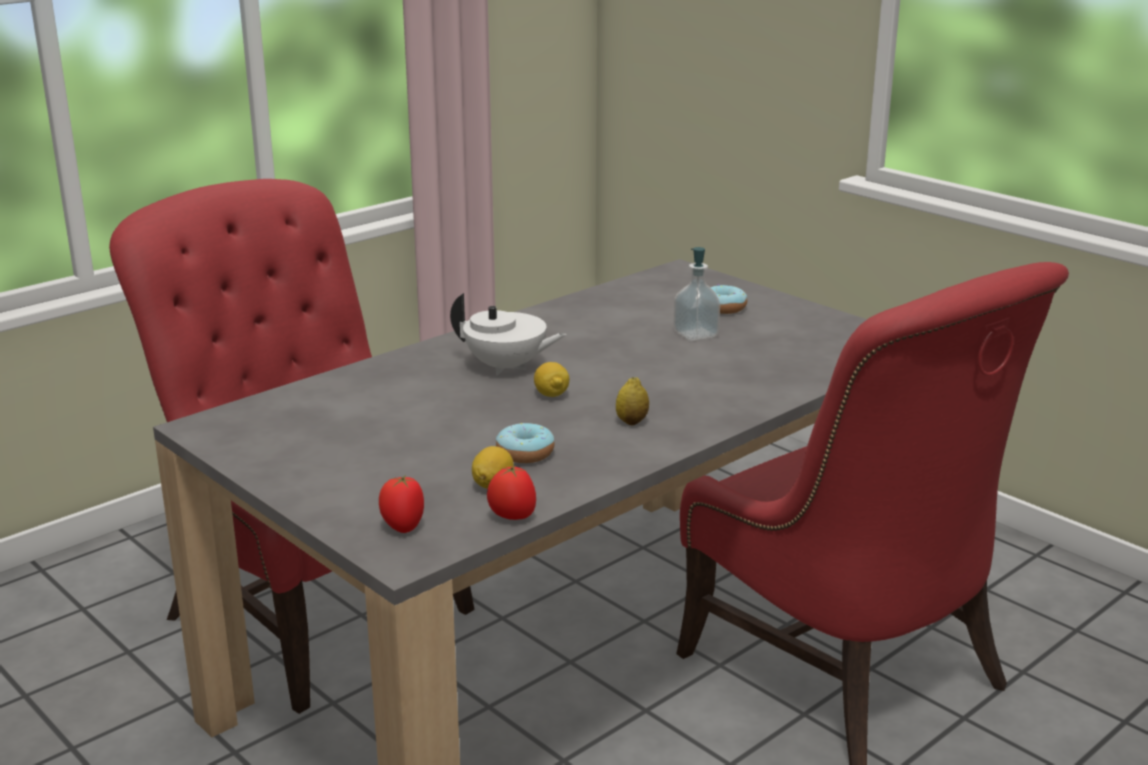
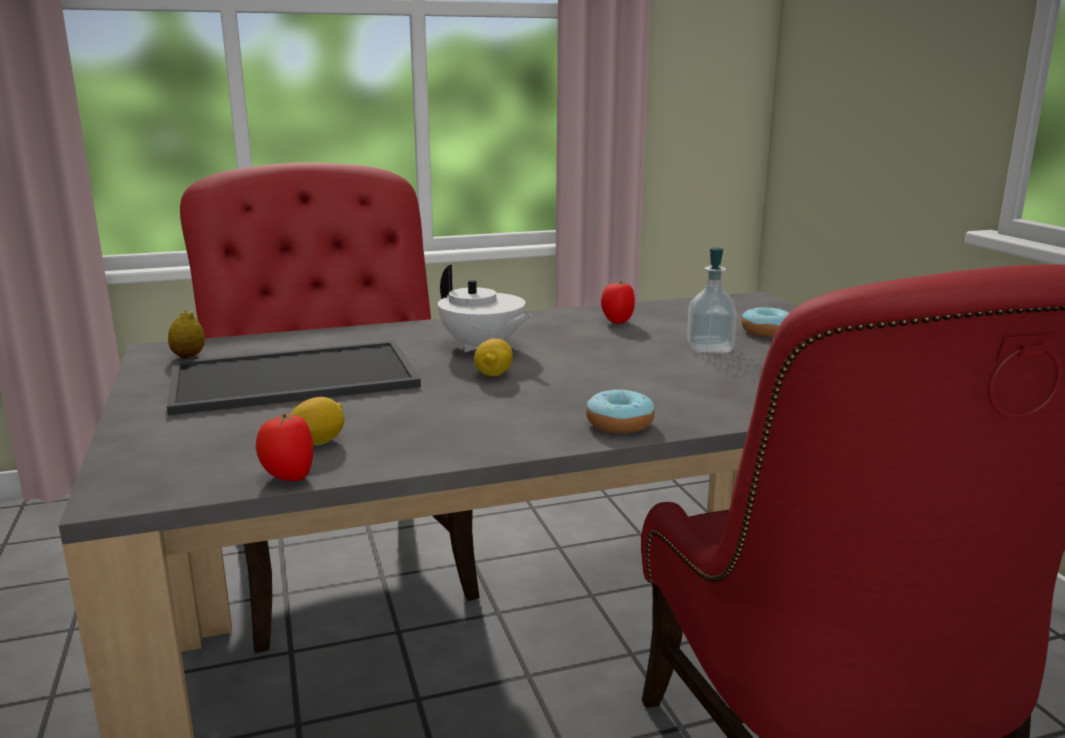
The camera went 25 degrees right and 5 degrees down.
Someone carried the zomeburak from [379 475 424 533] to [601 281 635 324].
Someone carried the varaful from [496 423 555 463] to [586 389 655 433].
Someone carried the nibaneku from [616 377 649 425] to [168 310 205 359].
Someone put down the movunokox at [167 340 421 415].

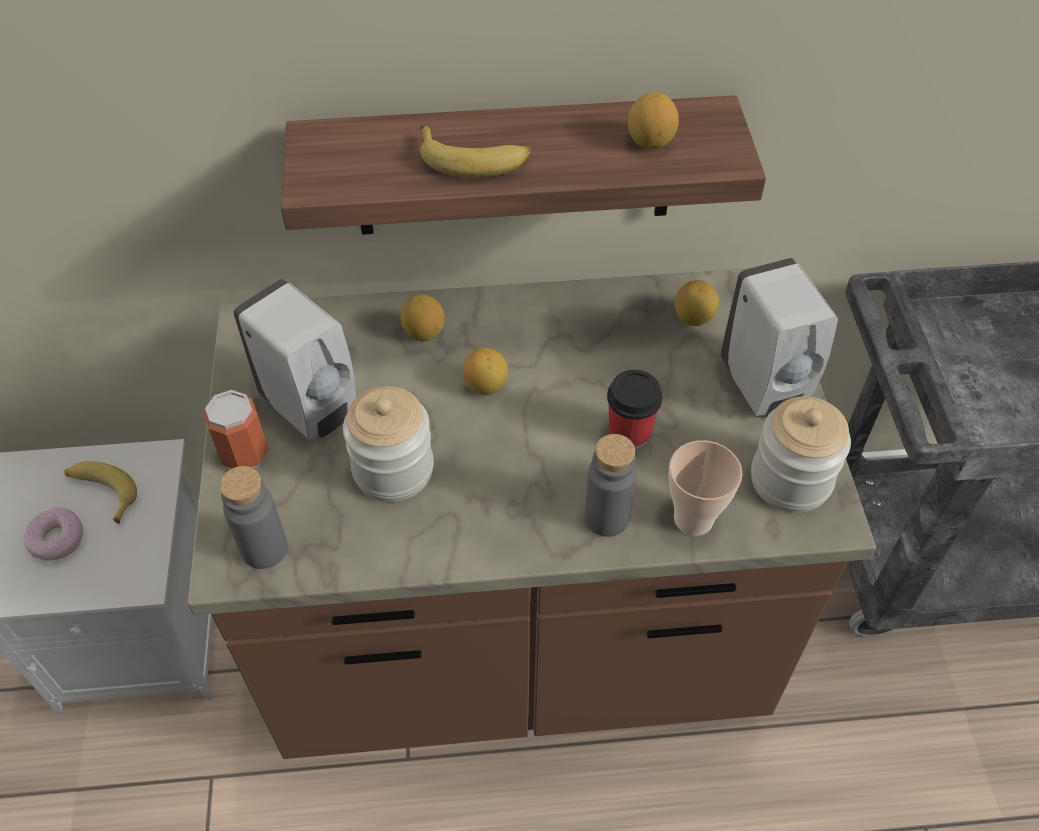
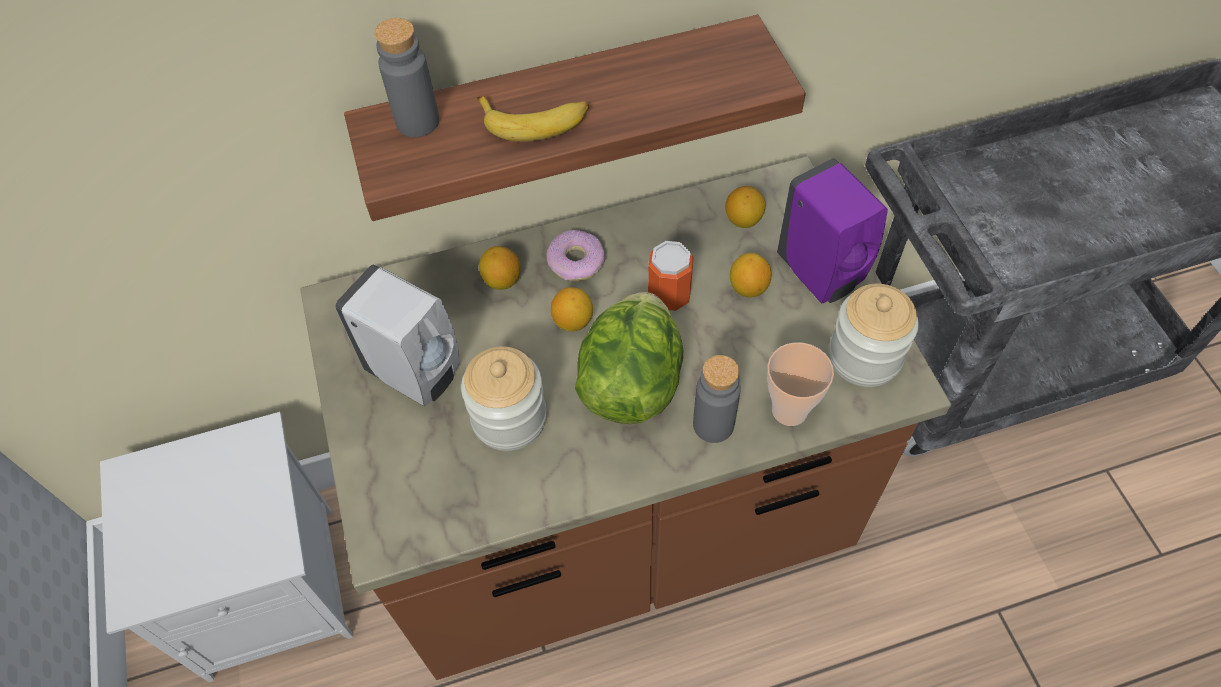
The camera went 10 degrees left and 5 degrees up.
Someone carried the varaful from [24 507 83 560] to [547 230 605 281].
Someone took away the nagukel at [64 461 137 524].
Someone carried the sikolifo from [204 390 269 468] to [648 241 694 312].
Someone carried the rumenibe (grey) from [219 466 288 569] to [375 18 439 137].
Someone took away the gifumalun at [607 370 662 450].
Someone carried the nibaneku from [628 92 679 149] to [730 253 772 298].
Someone repainted the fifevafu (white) at [720 258 838 418], which became the fifevafu (purple) at [777 158 888 303].
Someone put down the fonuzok at [575 292 683 424].

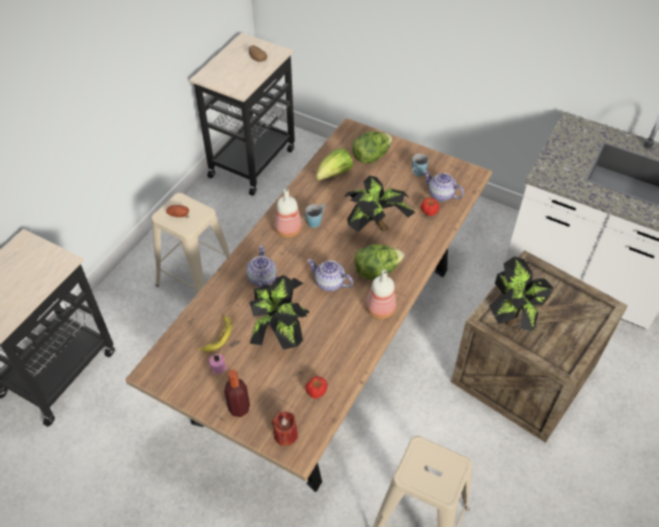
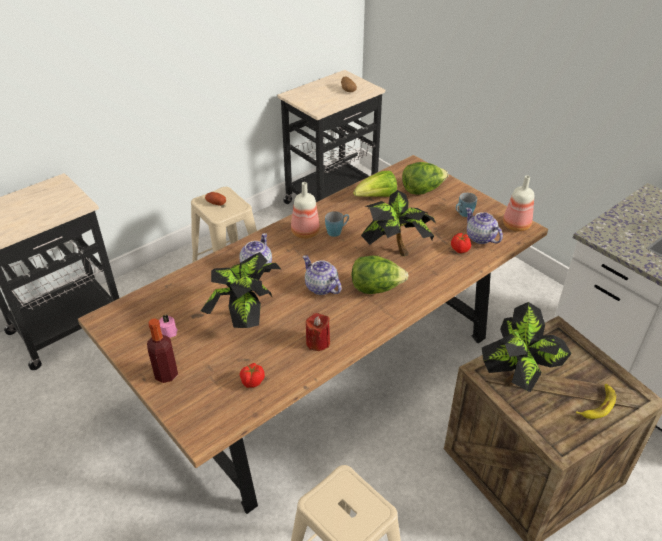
The camera went 20 degrees right and 10 degrees down.
Someone carried the nagukel from [198 315 232 352] to [576 384 616 419].
Someone carried the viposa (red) from [272 412 298 446] to [306 313 330 351].
Someone carried the rumenibe from [366 270 396 319] to [503 175 534 232].

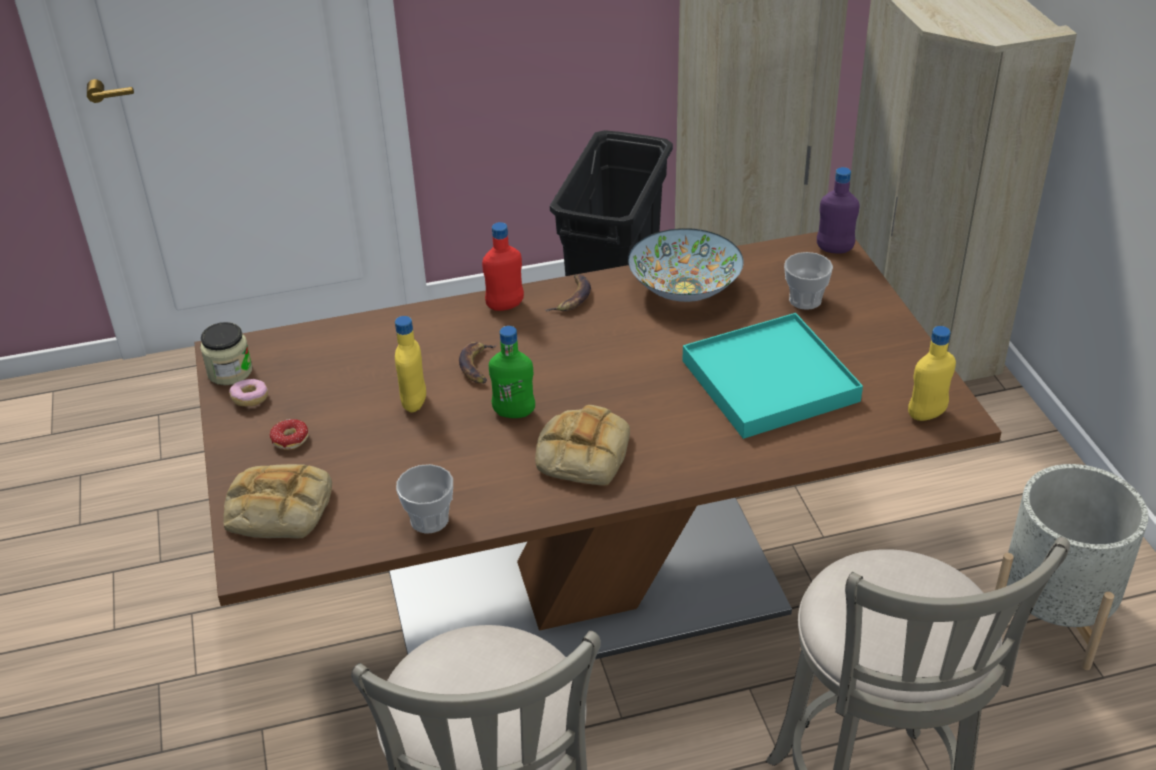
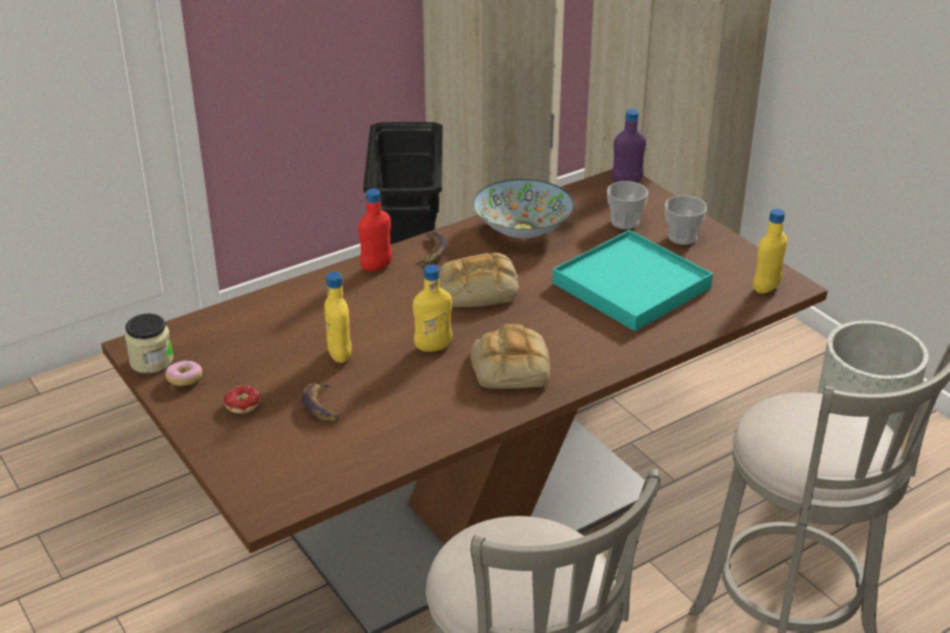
The camera went 20 degrees left and 5 degrees down.
Someone carried the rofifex from [223 464 332 538] to [439 253 519 307].
Someone carried the gifumalun from [396 464 453 534] to [665 196 707 245].
Someone carried the nagukel from [459 342 497 383] to [302 383 339 422].
Someone repainted the rumenibe (green) at [489 326 535 418], which became the rumenibe (yellow) at [413 264 452 352].

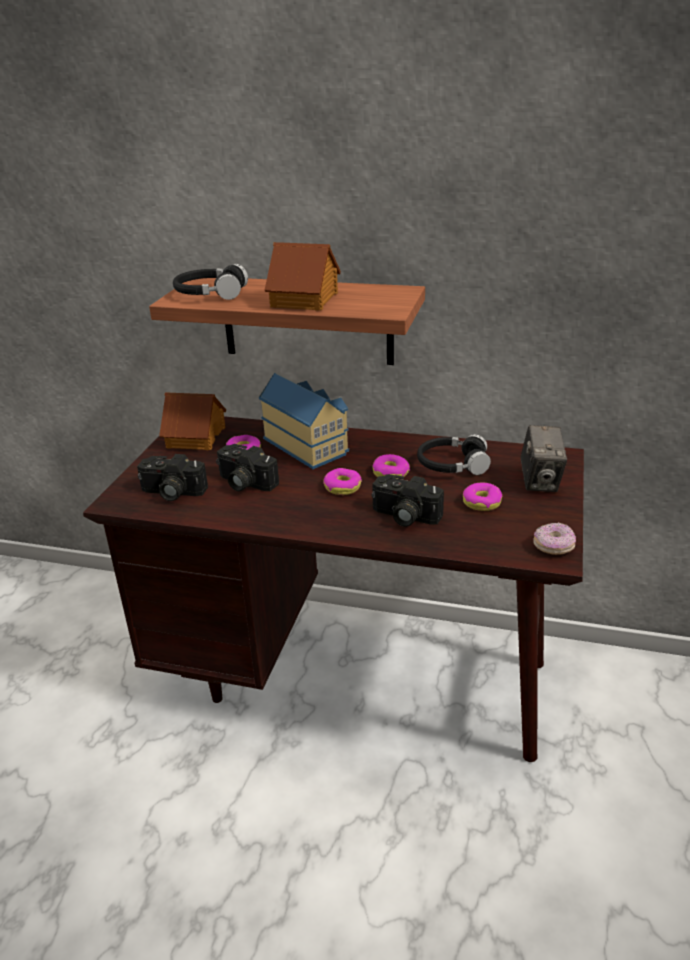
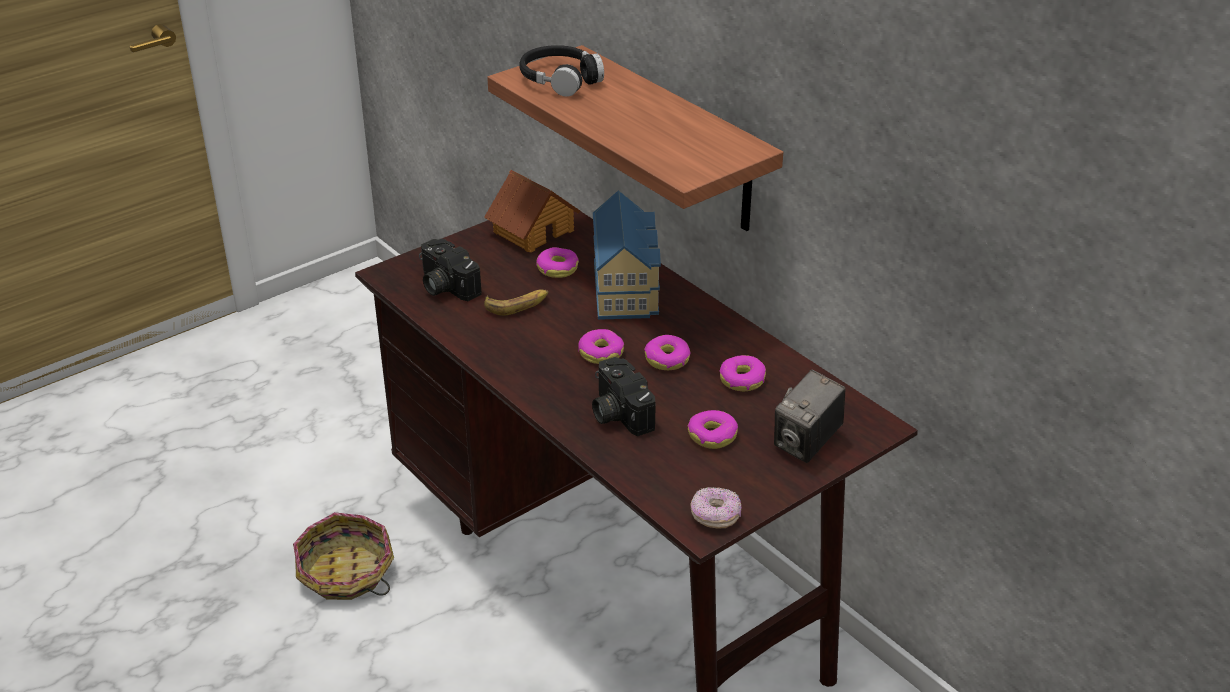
The camera went 35 degrees right and 5 degrees up.
Someone swapped the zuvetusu at [216 444 279 491] for the nagukel at [484 290 548 316].
Someone took away the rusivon at [265 242 341 311].
Someone swapped the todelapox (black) at [417 434 491 475] for the varaful at [720 355 766 391].
Someone put down the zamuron at [293 512 394 600].

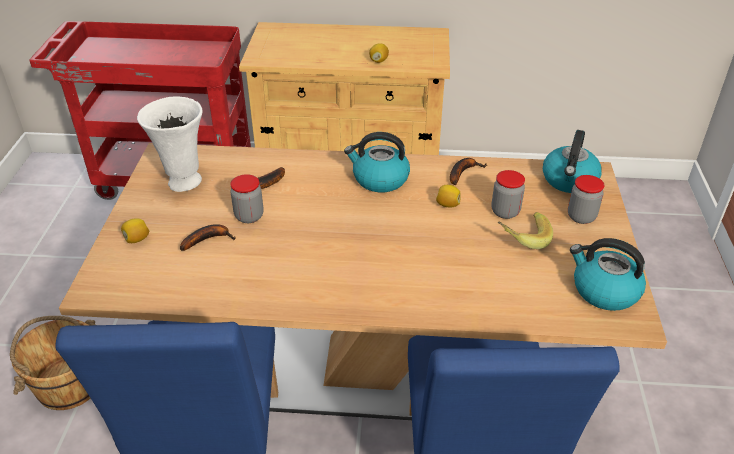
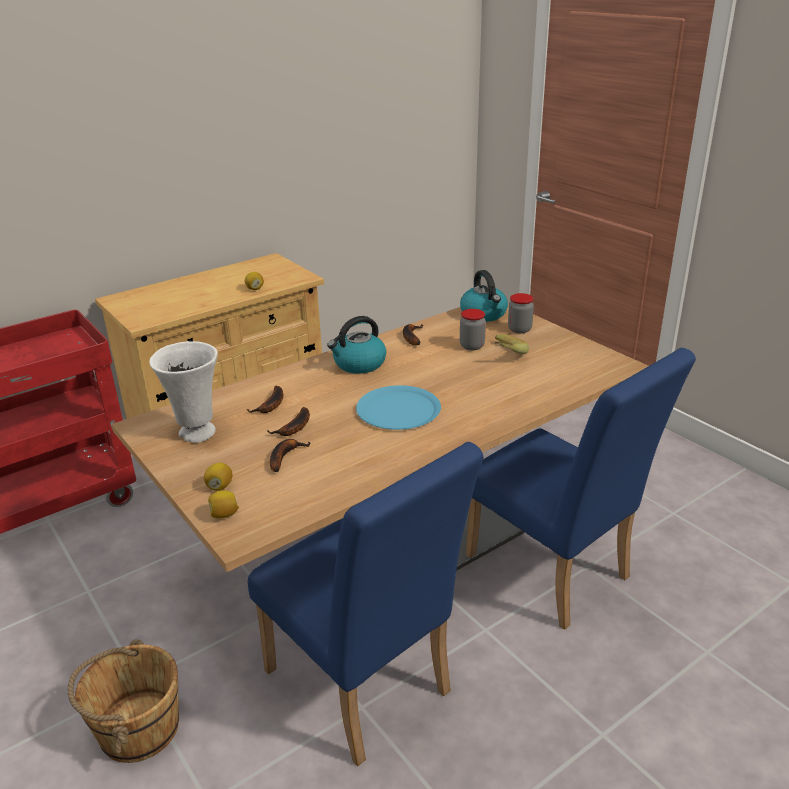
The camera went 40 degrees left and 10 degrees down.
Someone swapped the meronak at [230 174 264 223] for the nagukel at [267 407 310 436].
Someone carried the nibaneku from [436 185 461 207] to [208 490 239 519].
Someone took away the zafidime at [570 238 646 311].
Someone put down the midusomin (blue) at [356 385 441 430].

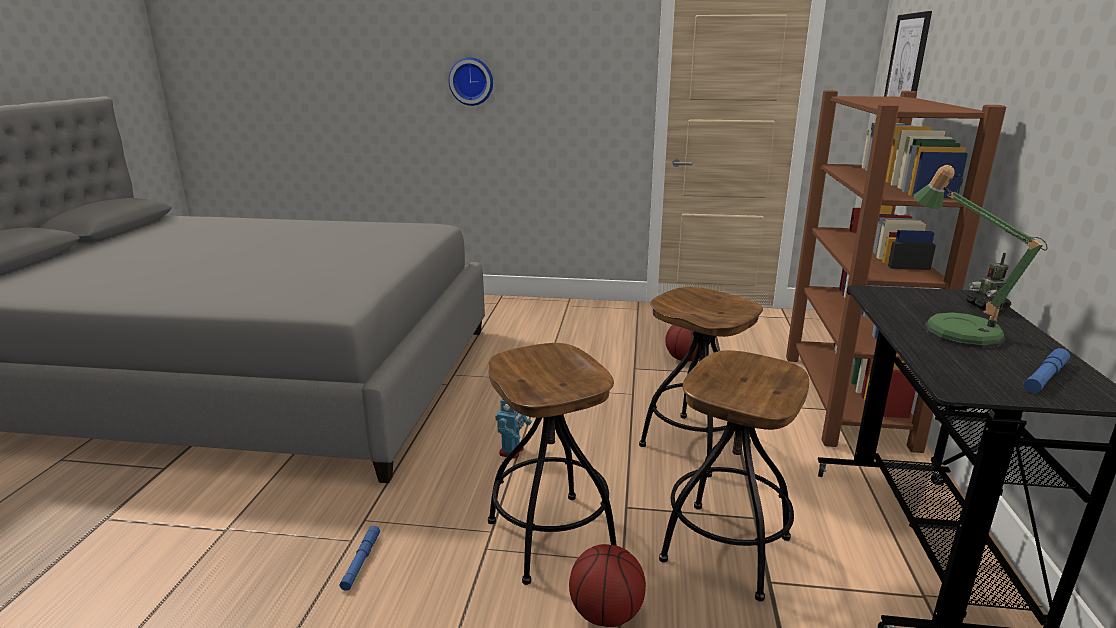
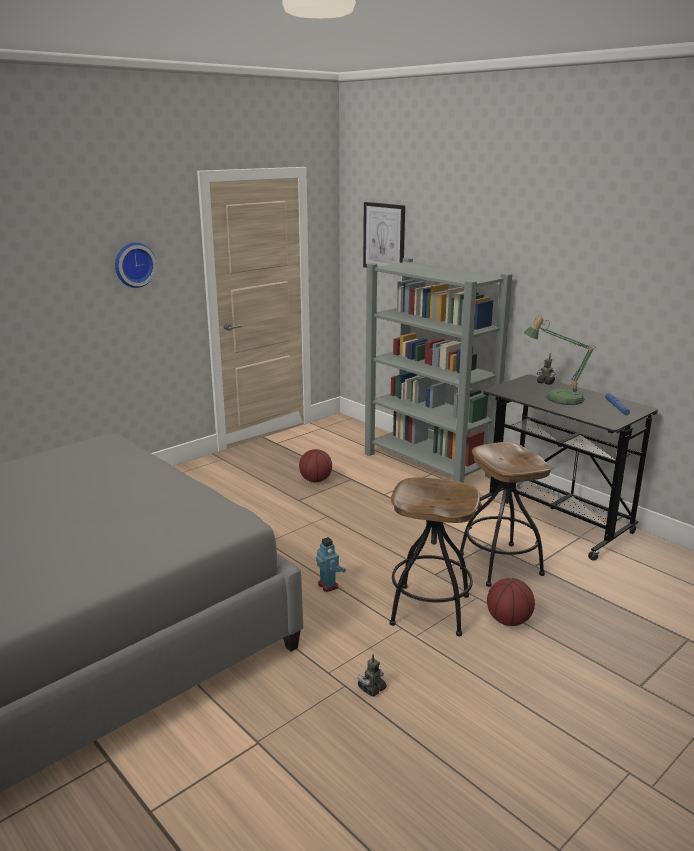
The camera went 50 degrees left and 0 degrees up.
Someone swapped the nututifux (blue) at [340 526 380 591] for the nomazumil at [357 655 387 696].
Someone carried the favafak from [449 57 493 106] to [115 243 157 288].
Someone took away the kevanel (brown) at [639 287 763 477].
Someone repainted the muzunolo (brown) at [786 90 1006 453], which became the muzunolo (grey) at [365 257 512 483].

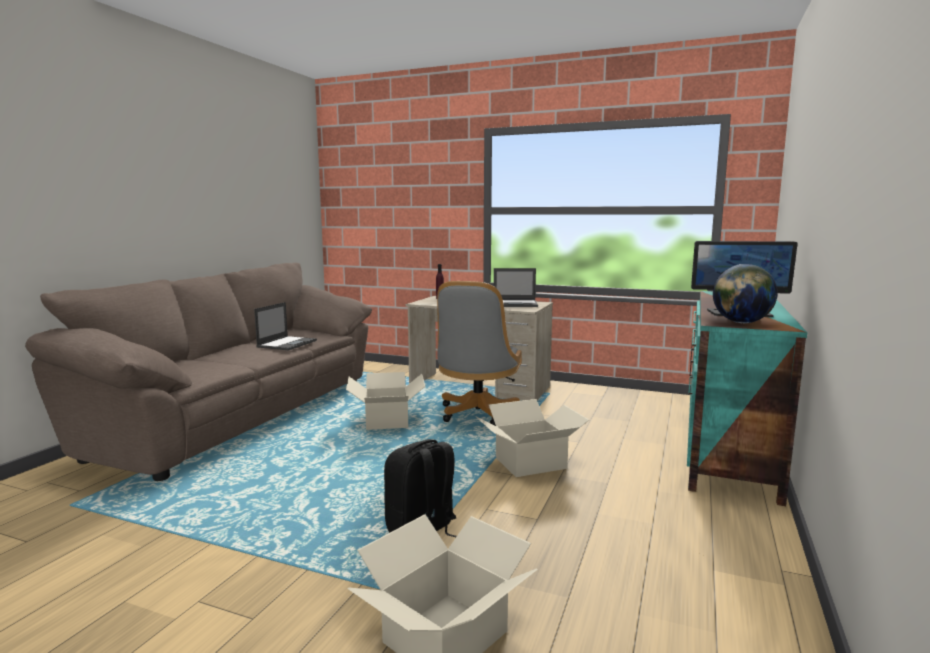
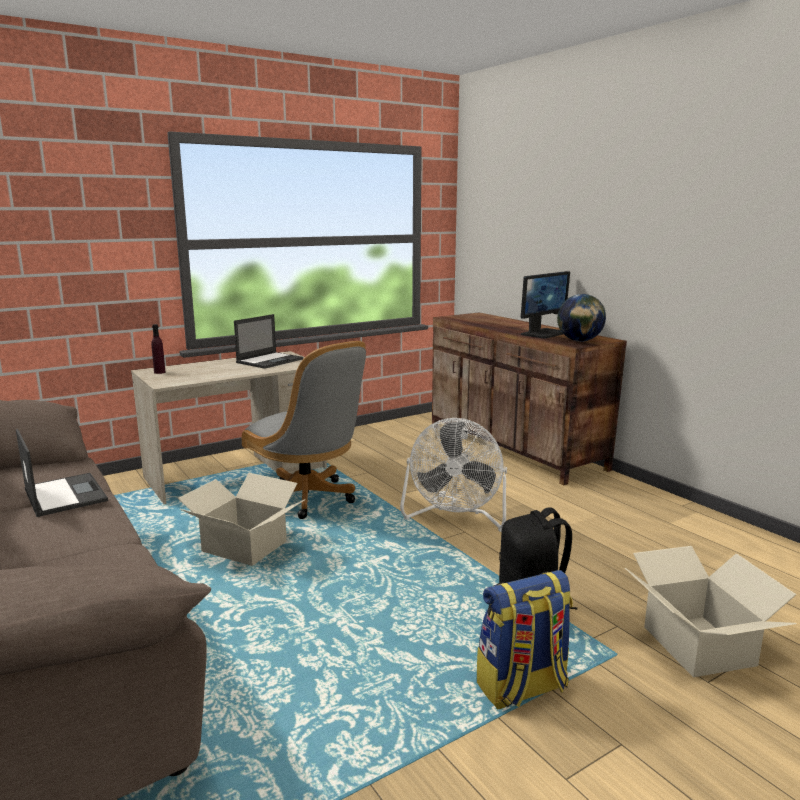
The camera went 55 degrees left and 5 degrees up.
Someone swapped the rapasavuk at [475 399 589 477] for the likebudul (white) at [400 418 507 532].
Someone repainted the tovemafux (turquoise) at [687 291 807 506], which became the tovemafux (brown) at [432 313 627 485].
Someone put down the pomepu at [477 570 573 710].

